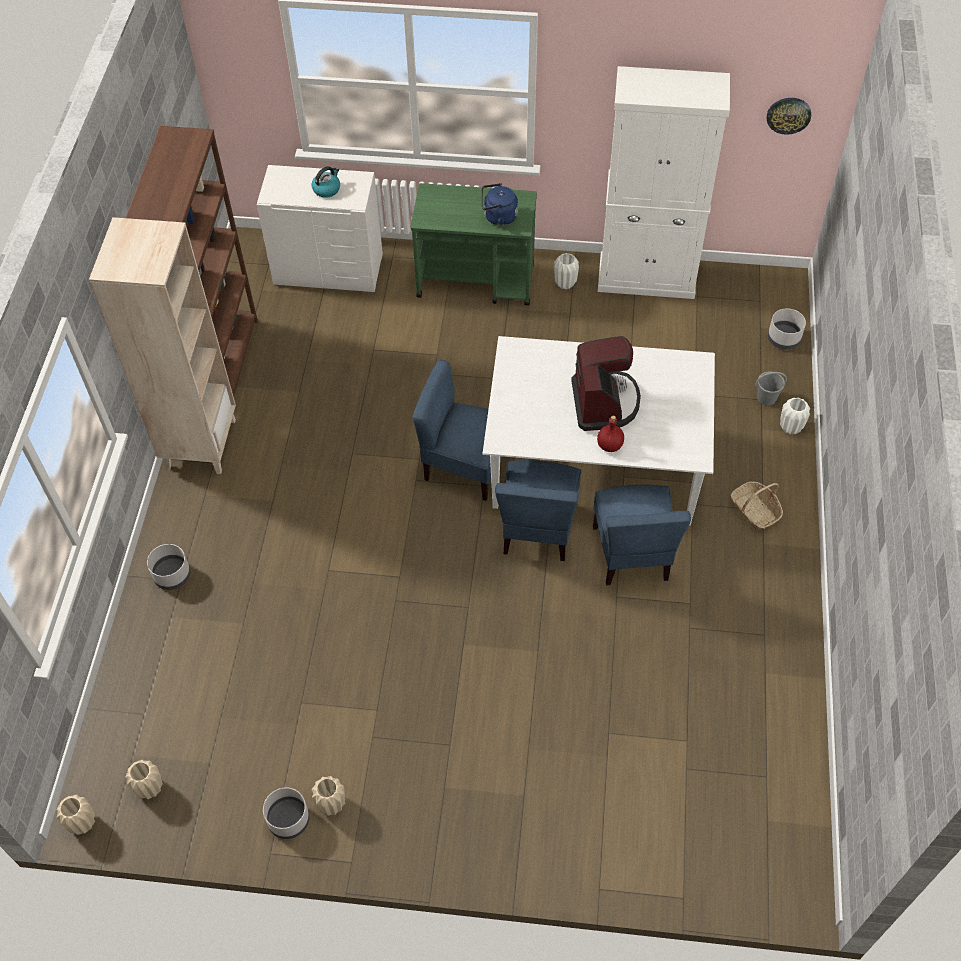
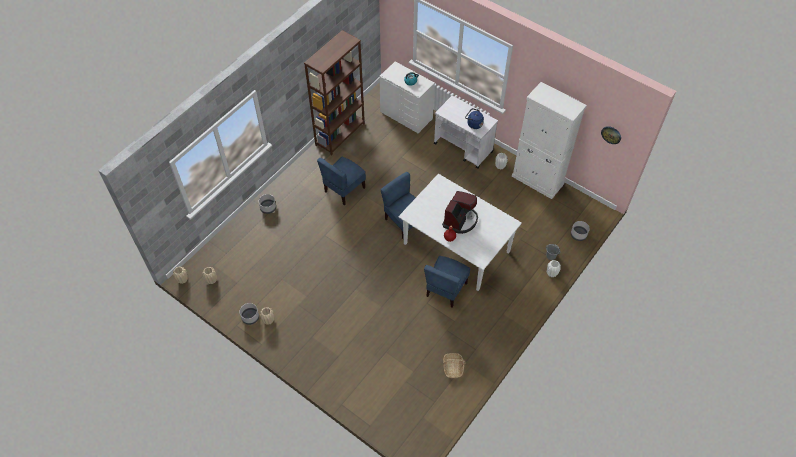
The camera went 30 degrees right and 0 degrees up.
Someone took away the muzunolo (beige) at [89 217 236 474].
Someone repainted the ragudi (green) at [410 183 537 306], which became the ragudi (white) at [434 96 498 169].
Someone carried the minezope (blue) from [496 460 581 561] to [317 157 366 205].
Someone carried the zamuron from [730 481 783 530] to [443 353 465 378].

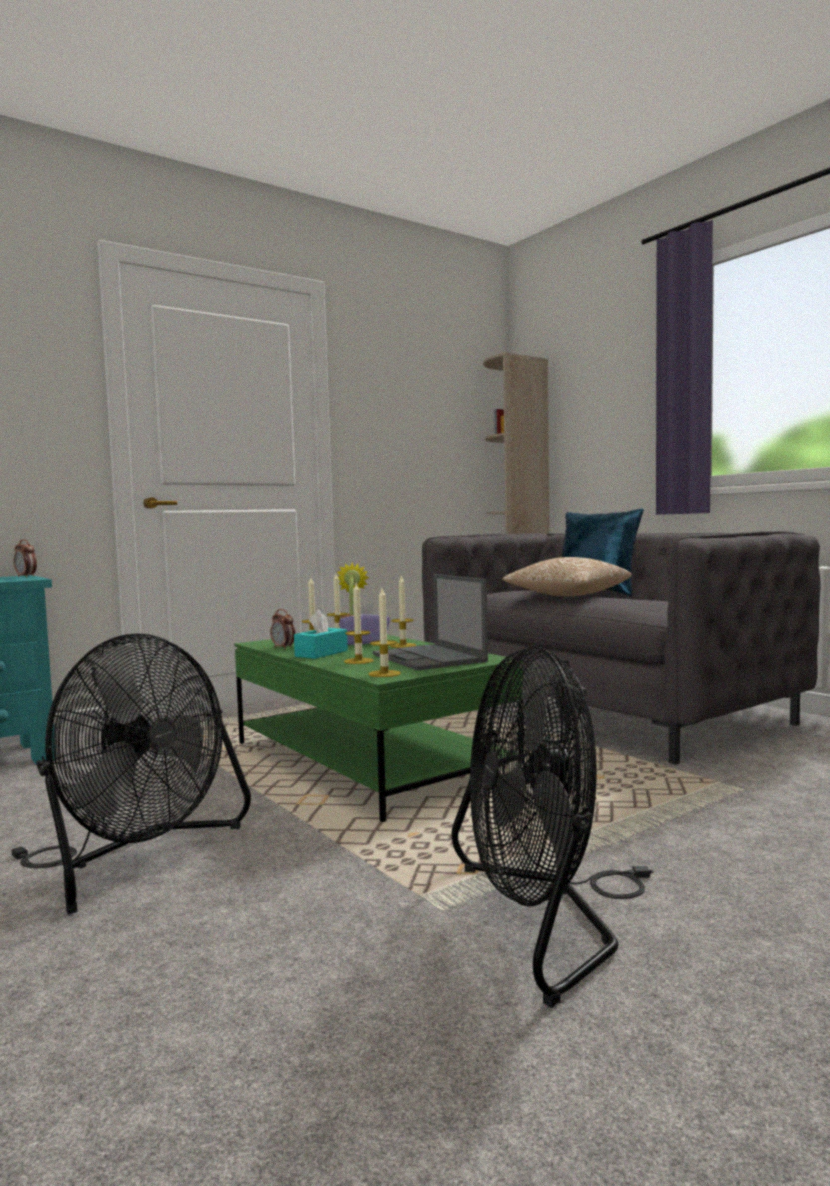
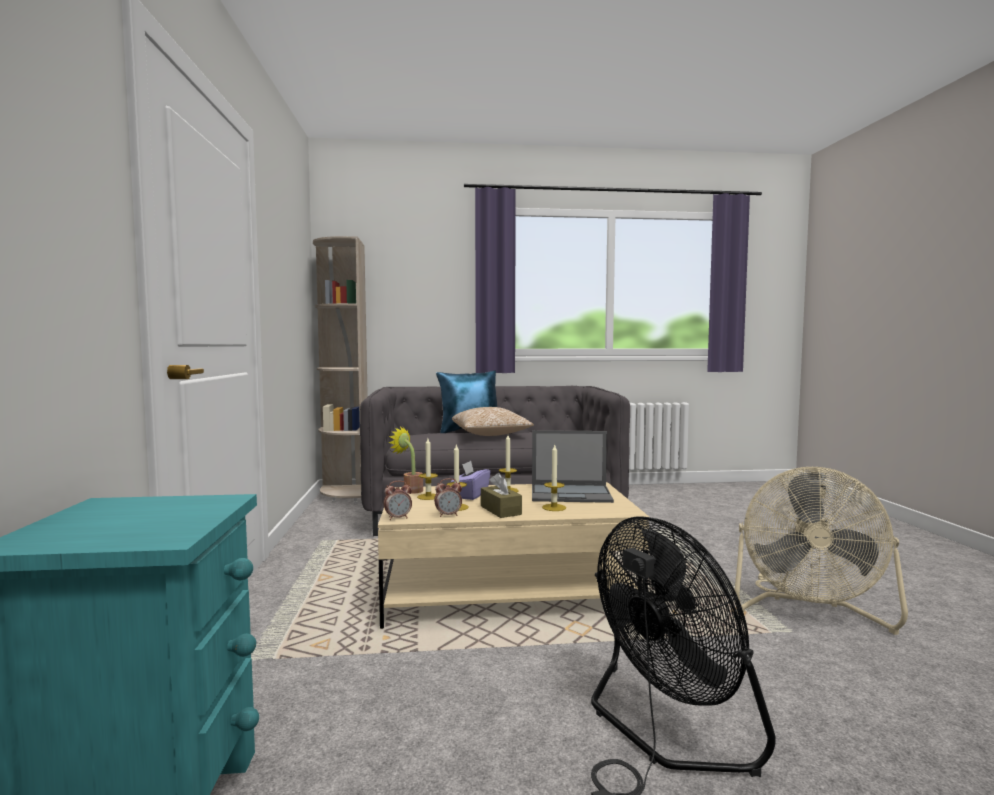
The camera went 60 degrees left and 0 degrees up.
Someone carried the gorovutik from [13 539 37 578] to [383 481 412 520].
Someone repainted the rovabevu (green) at [234 635 524 822], which became the rovabevu (beige) at [378 482 649 629].
Someone repainted the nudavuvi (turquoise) at [294 610 348 659], which became the nudavuvi (brown) at [481 473 522 518].
Someone took away the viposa at [368 588 401 677].
Someone repainted the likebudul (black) at [452 646 654 1008], which became the likebudul (beige) at [734 467 908 635].

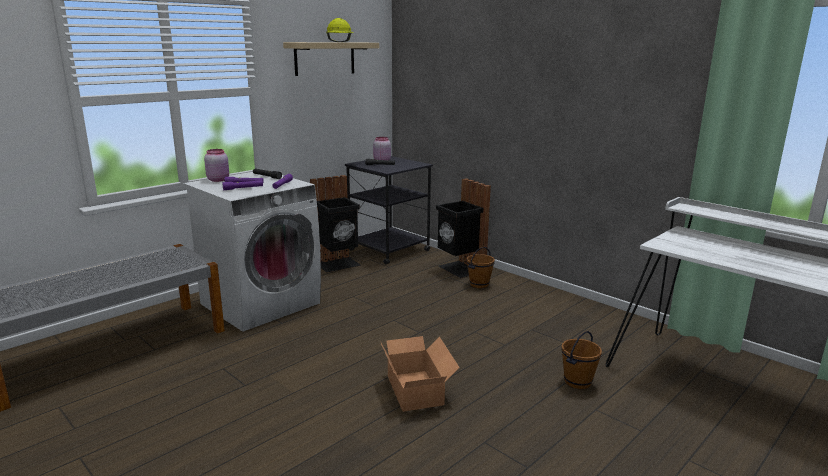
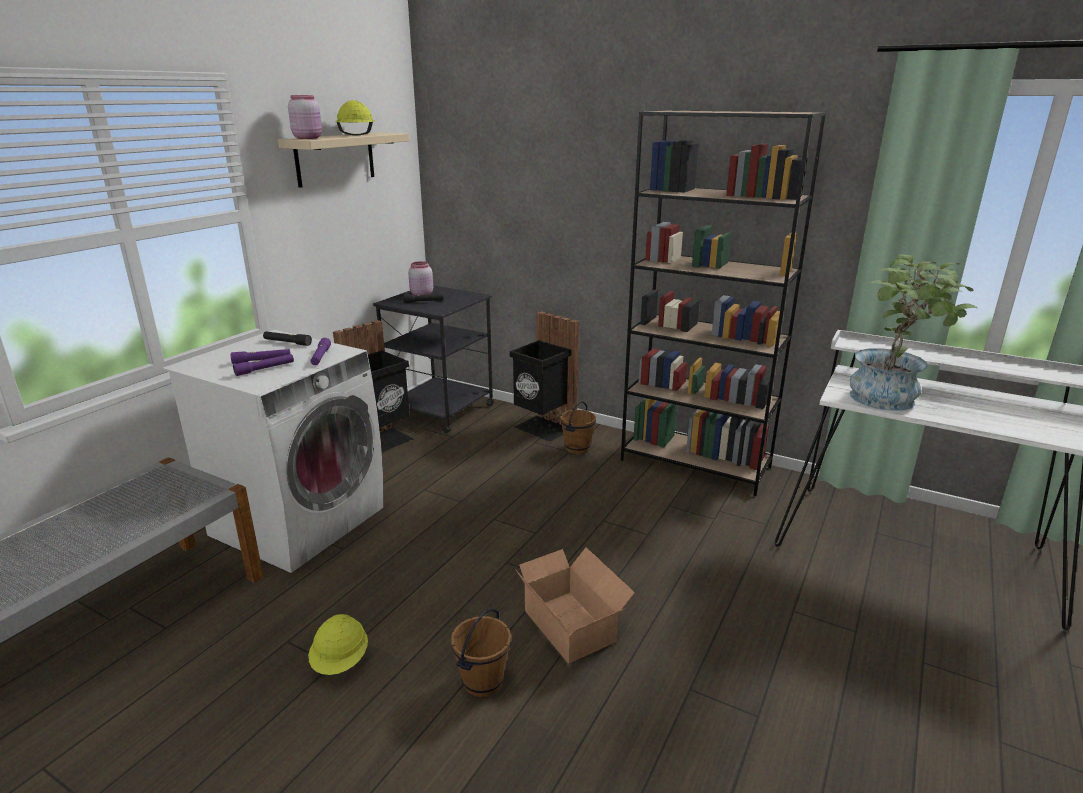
The camera went 15 degrees left and 5 degrees up.
Someone carried the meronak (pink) from [204 149 229 182] to [288 95 322 139].
Someone carried the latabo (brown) from [561 331 602 389] to [451 609 511 697].
Someone put down the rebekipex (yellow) at [308 614 368 675].
Someone put down the muzunolo (beige) at [621 110 826 496].
Someone put down the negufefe at [850 254 978 411].

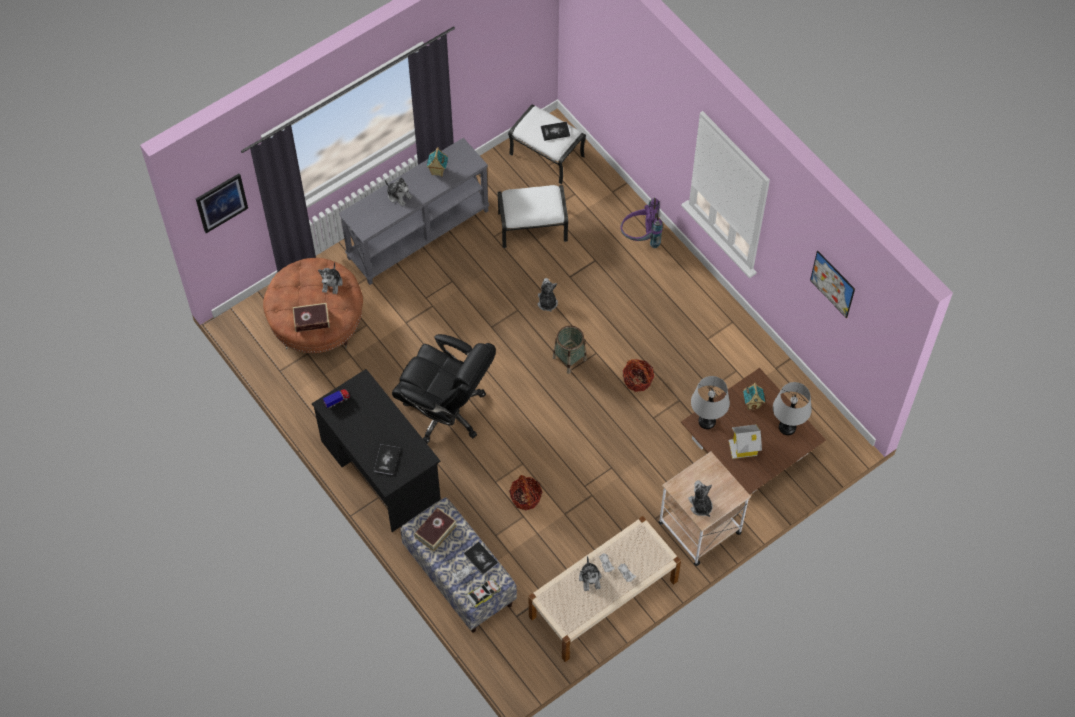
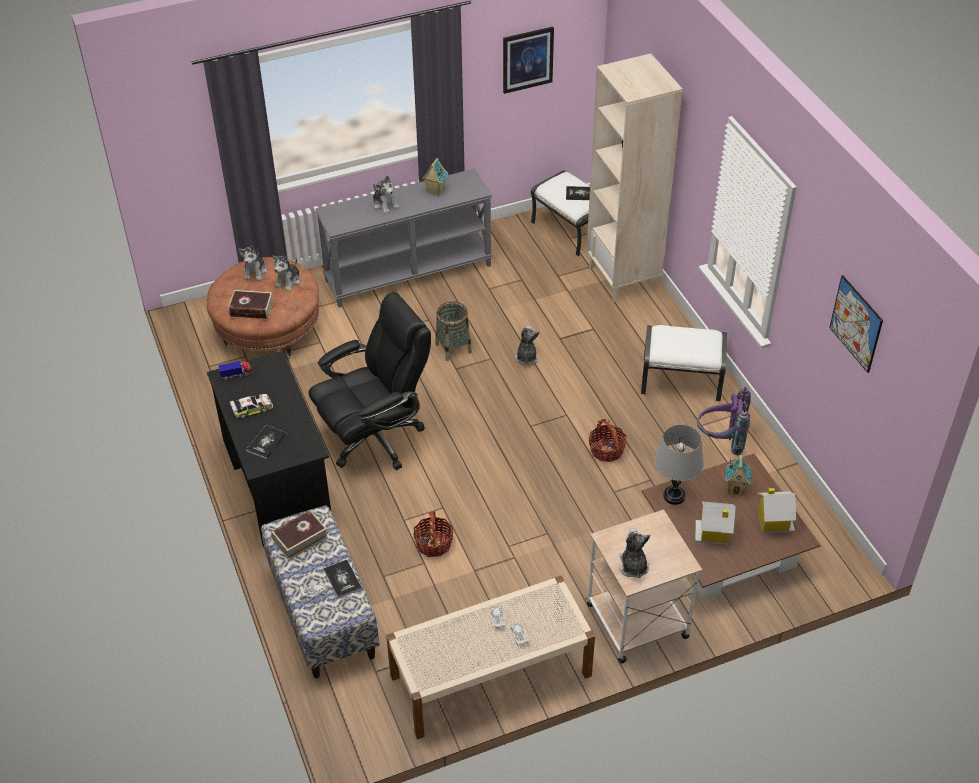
The camera went 15 degrees right and 15 degrees down.
Someone carried the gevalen from [196 173 248 233] to [503 27 554 94].
Someone rotated the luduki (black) at [392 334 496 444] by 75 degrees counterclockwise.
Someone carried the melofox from [466 579 501 608] to [229 394 273 418].
Someone carried the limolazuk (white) from [497 185 568 248] to [641 325 727 401].
Someone carried the zamuron from [553 326 587 374] to [435 301 472 361].
Someone carried the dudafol from [579 556 602 591] to [238 246 267 281].
Someone carried the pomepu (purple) from [621 198 663 248] to [697 387 751 455].
Someone swapped the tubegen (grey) at [773 382 812 435] for the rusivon at [757 488 796 533].
Someone put down the muzunolo (beige) at [586 53 683 302].

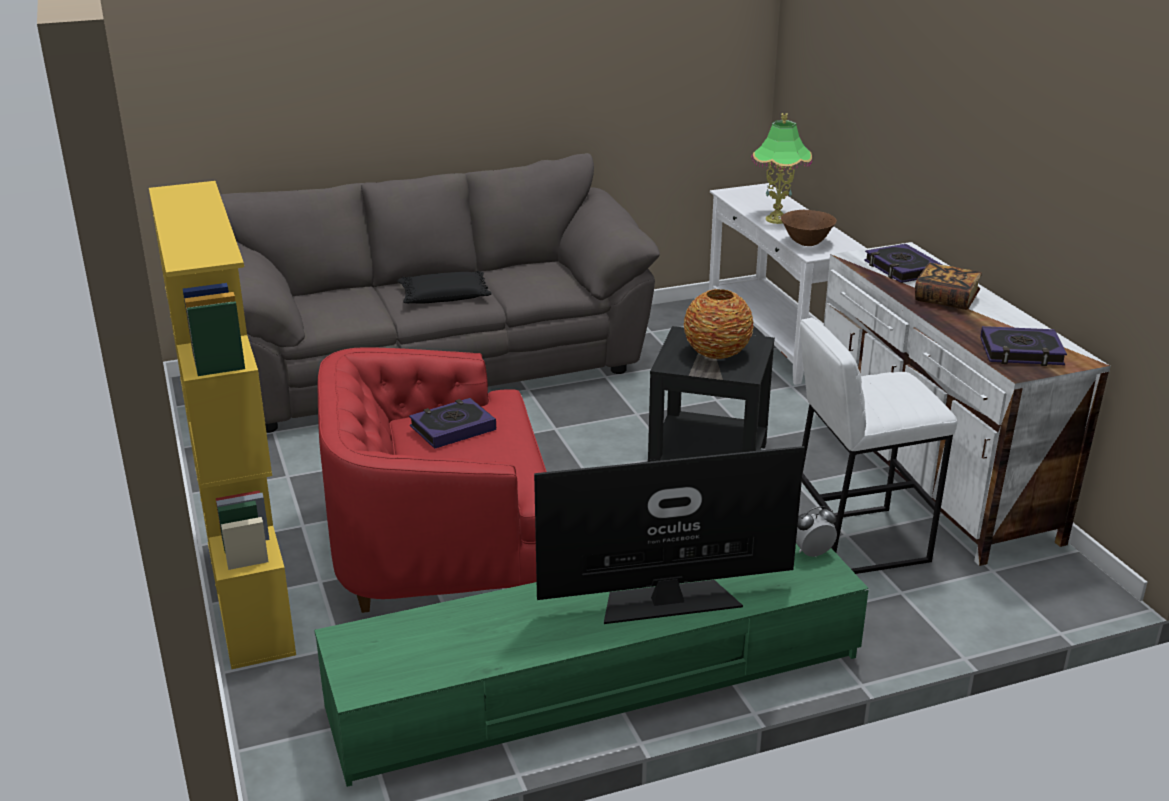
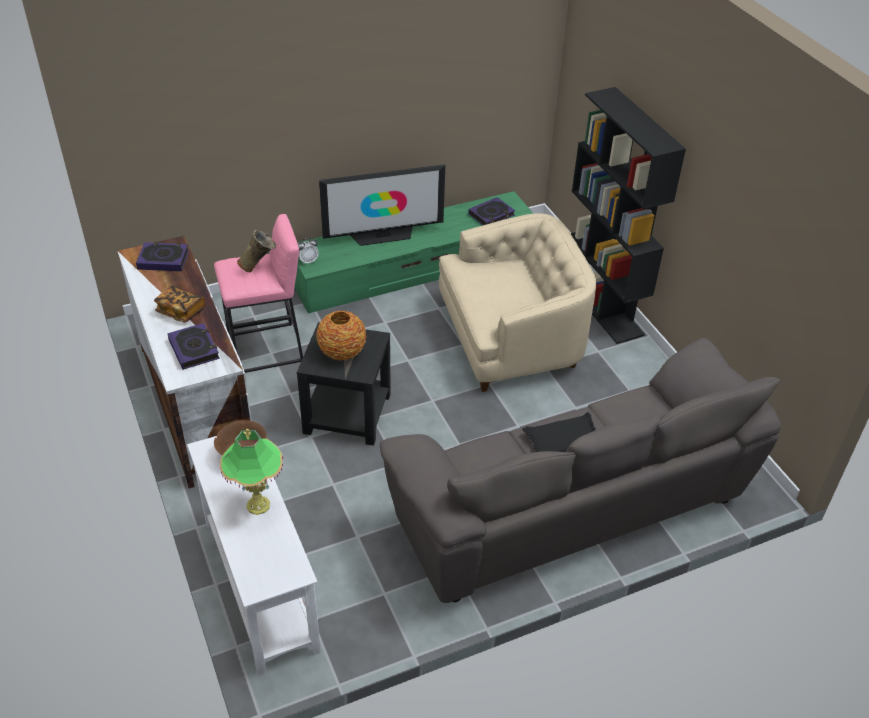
The camera went 175 degrees right and 15 degrees up.
Someone repainted the muzunolo (yellow) at [149 181 296 669], which became the muzunolo (black) at [570 87 686 344].
Someone repainted the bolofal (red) at [318 347 547 613], which became the bolofal (beige) at [439 213 596 392].
Someone carried the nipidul from [409 398 496 449] to [469 197 515 225].
Someone repainted the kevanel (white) at [800 318 957 574], which became the kevanel (pink) at [214 214 303 373].
Someone put down the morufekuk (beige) at [237 230 276 272].

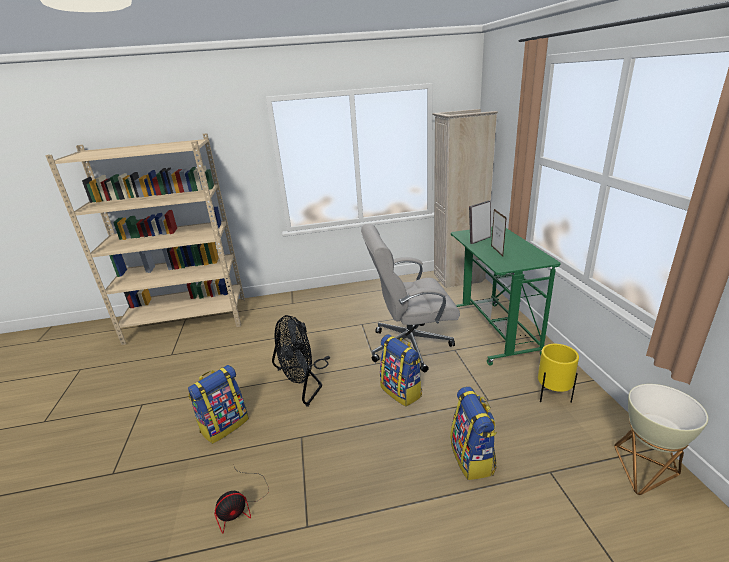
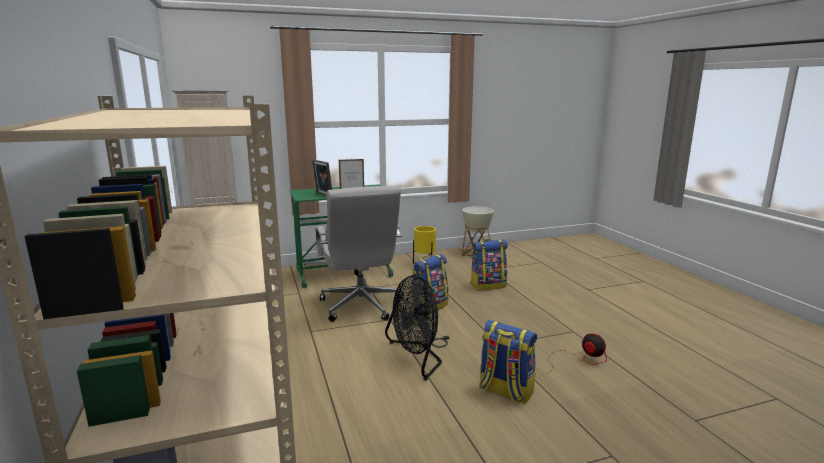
The camera went 100 degrees left and 10 degrees down.
Someone rotated the likebudul (black) at [272 315 331 407] by 105 degrees clockwise.

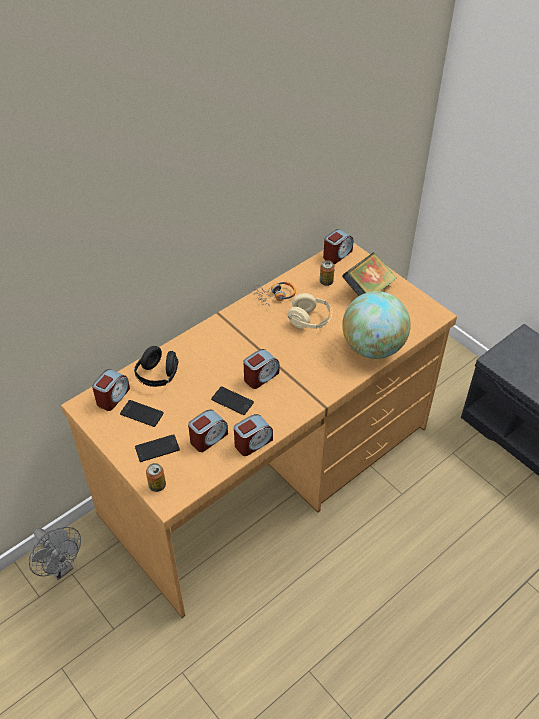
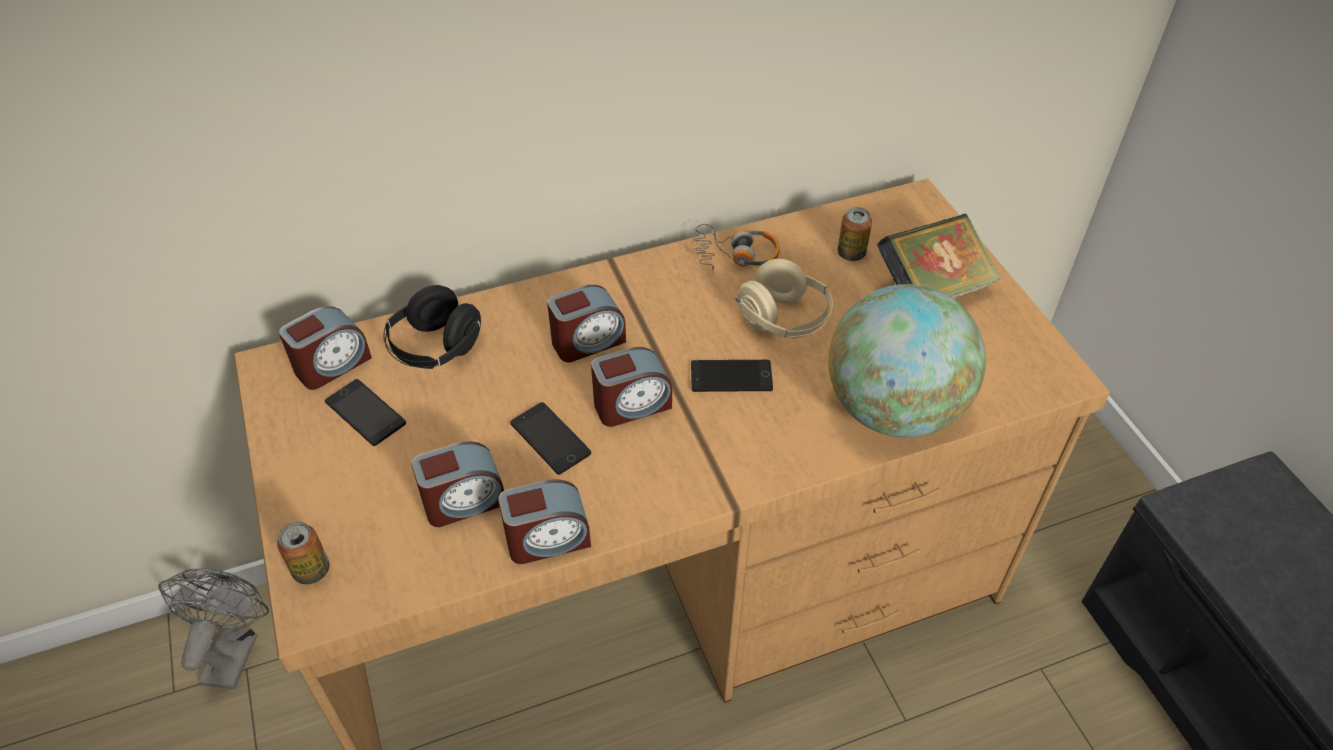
The camera went 20 degrees right and 0 degrees up.
Someone rotated the likebudul (grey) at [29 527 81 580] by 150 degrees counterclockwise.
Someone carried the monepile from [135 434 180 462] to [691 360 773 392].
Someone carried the gorovutik from [323 229 353 264] to [547 285 626 362].

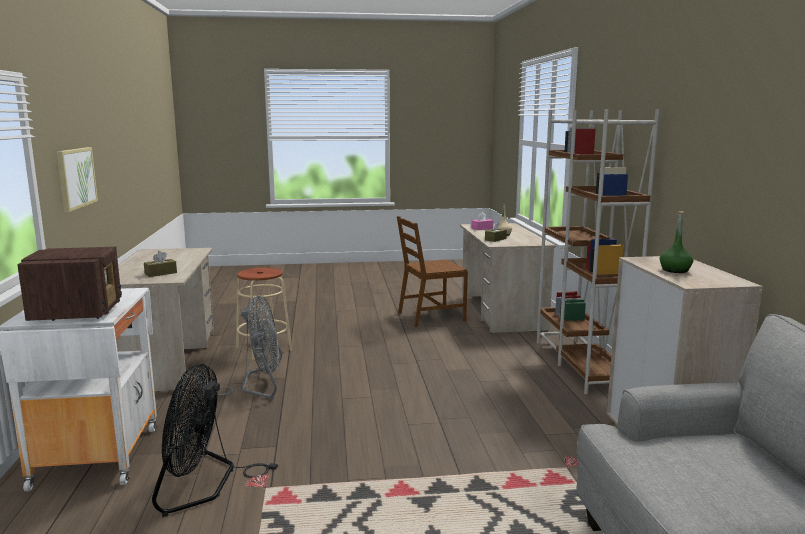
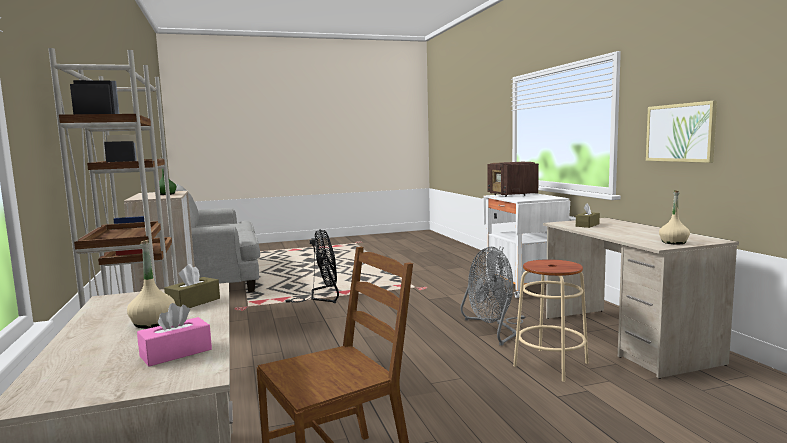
The camera went 170 degrees right and 5 degrees down.
Someone carried the likebudul (black) from [152 364 278 517] to [286 229 339 303].
Someone put down the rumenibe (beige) at [659 190 690 244].

